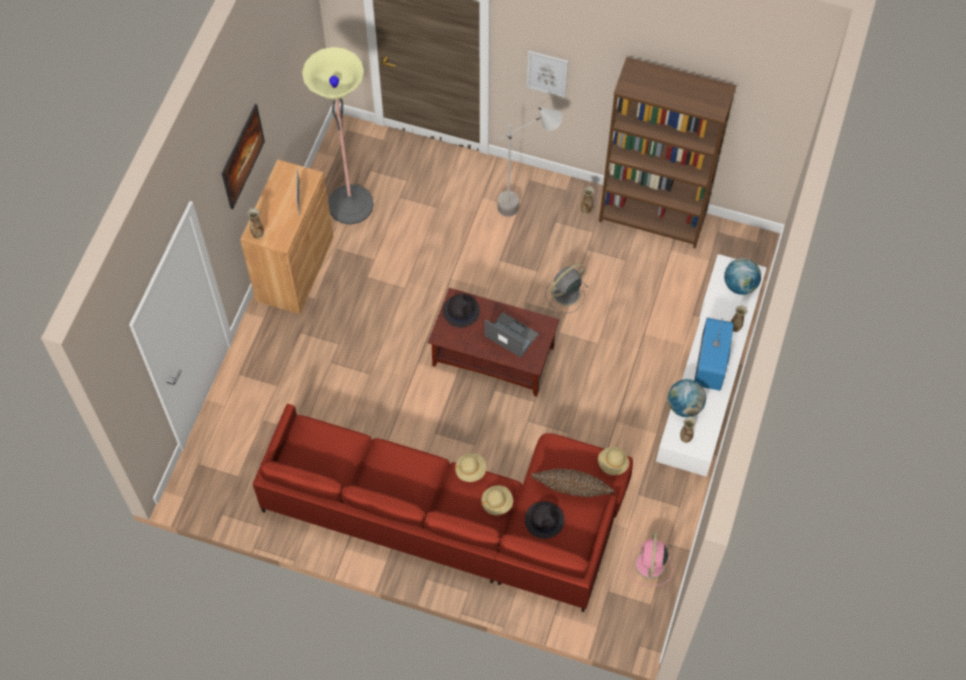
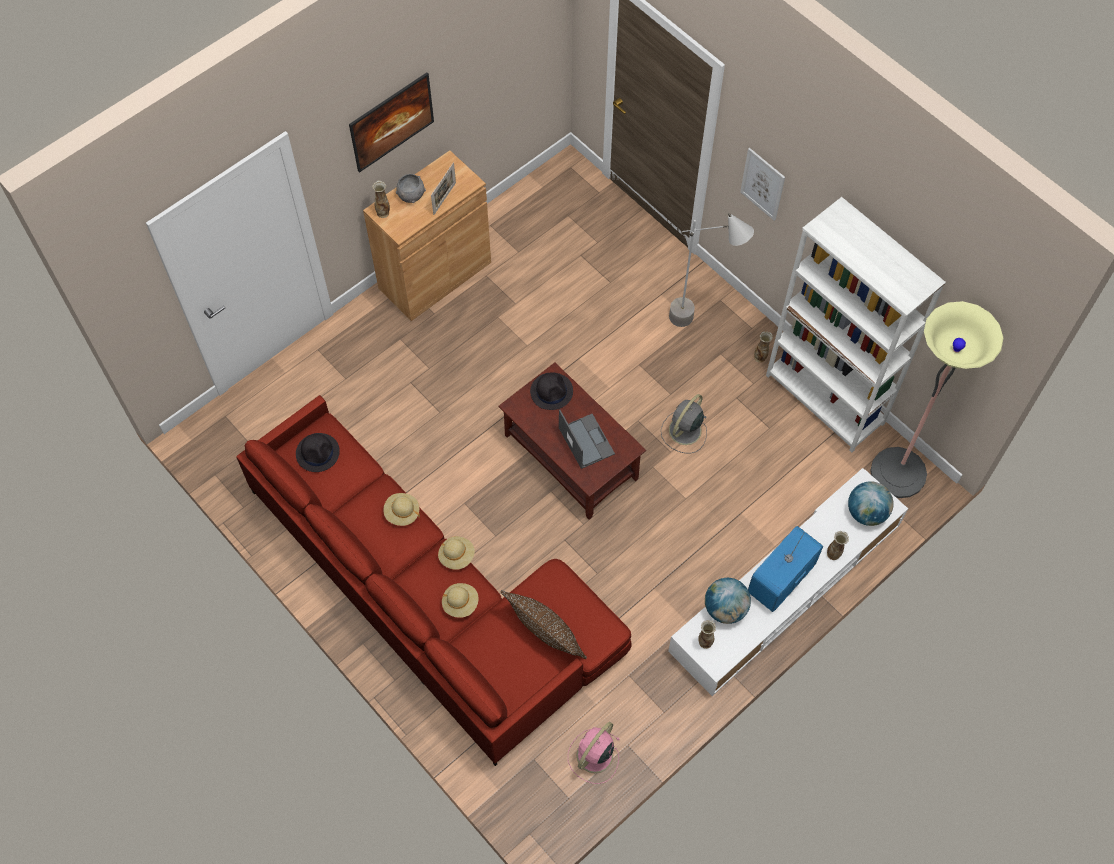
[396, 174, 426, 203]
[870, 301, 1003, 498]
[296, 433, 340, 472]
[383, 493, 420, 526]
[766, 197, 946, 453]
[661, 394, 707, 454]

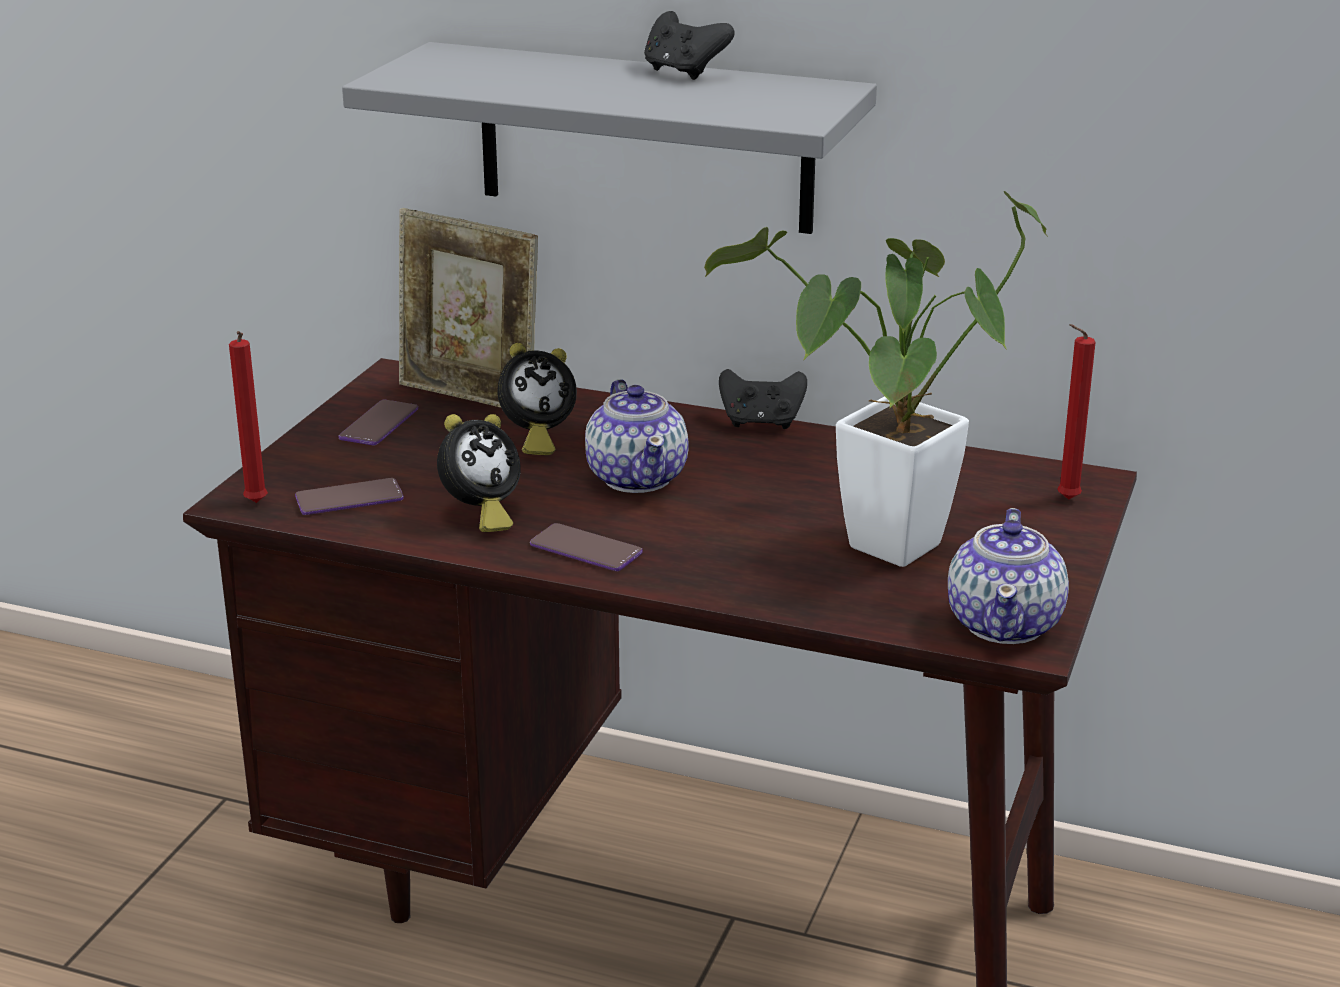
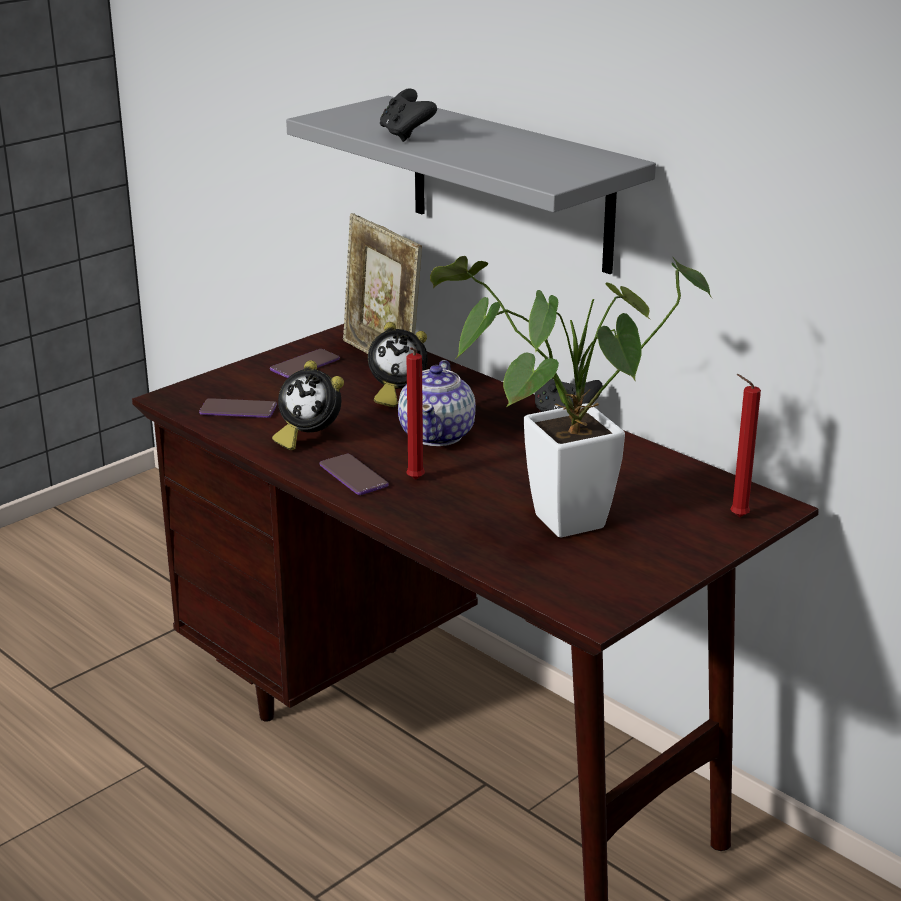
[948, 508, 1069, 644] (first image)
[407, 347, 425, 480]
[380, 89, 437, 142]
[272, 360, 344, 450]

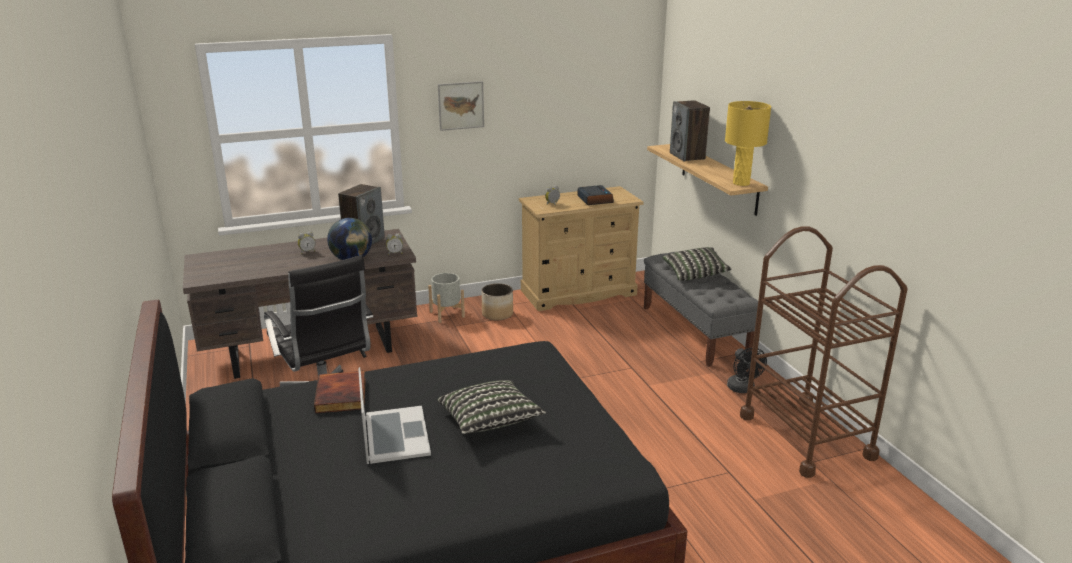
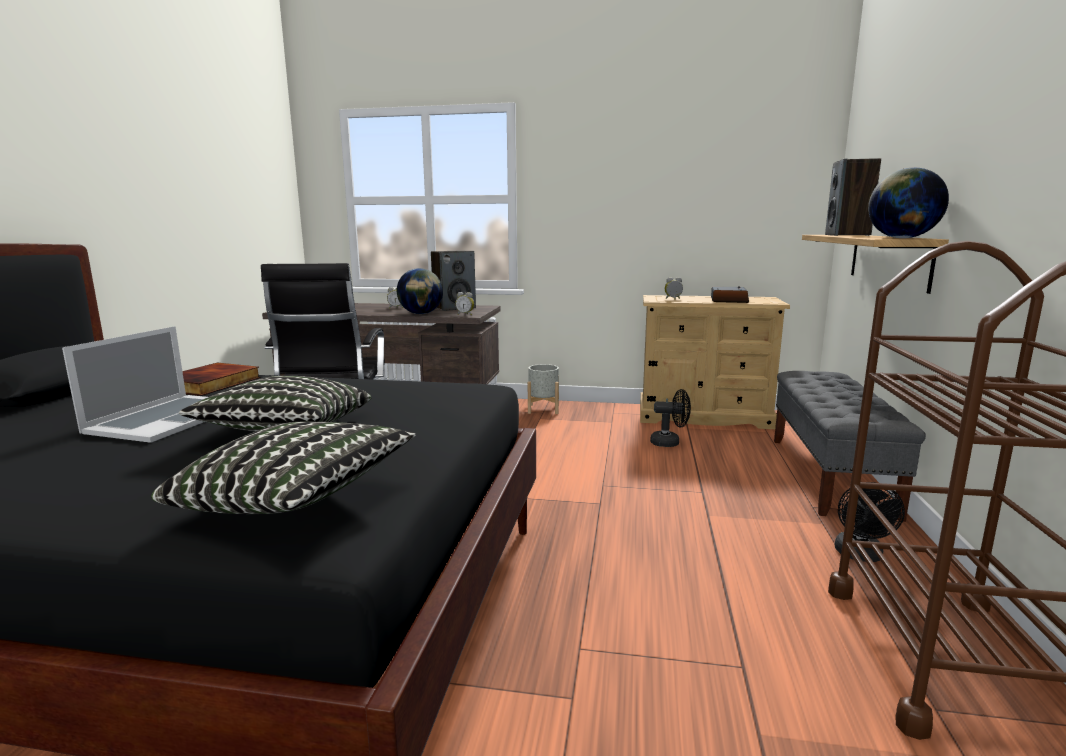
[438, 81, 484, 131] (first image)
[482, 283, 513, 320] (first image)
[650, 389, 691, 447]
[151, 422, 416, 514]
[868, 168, 949, 238]

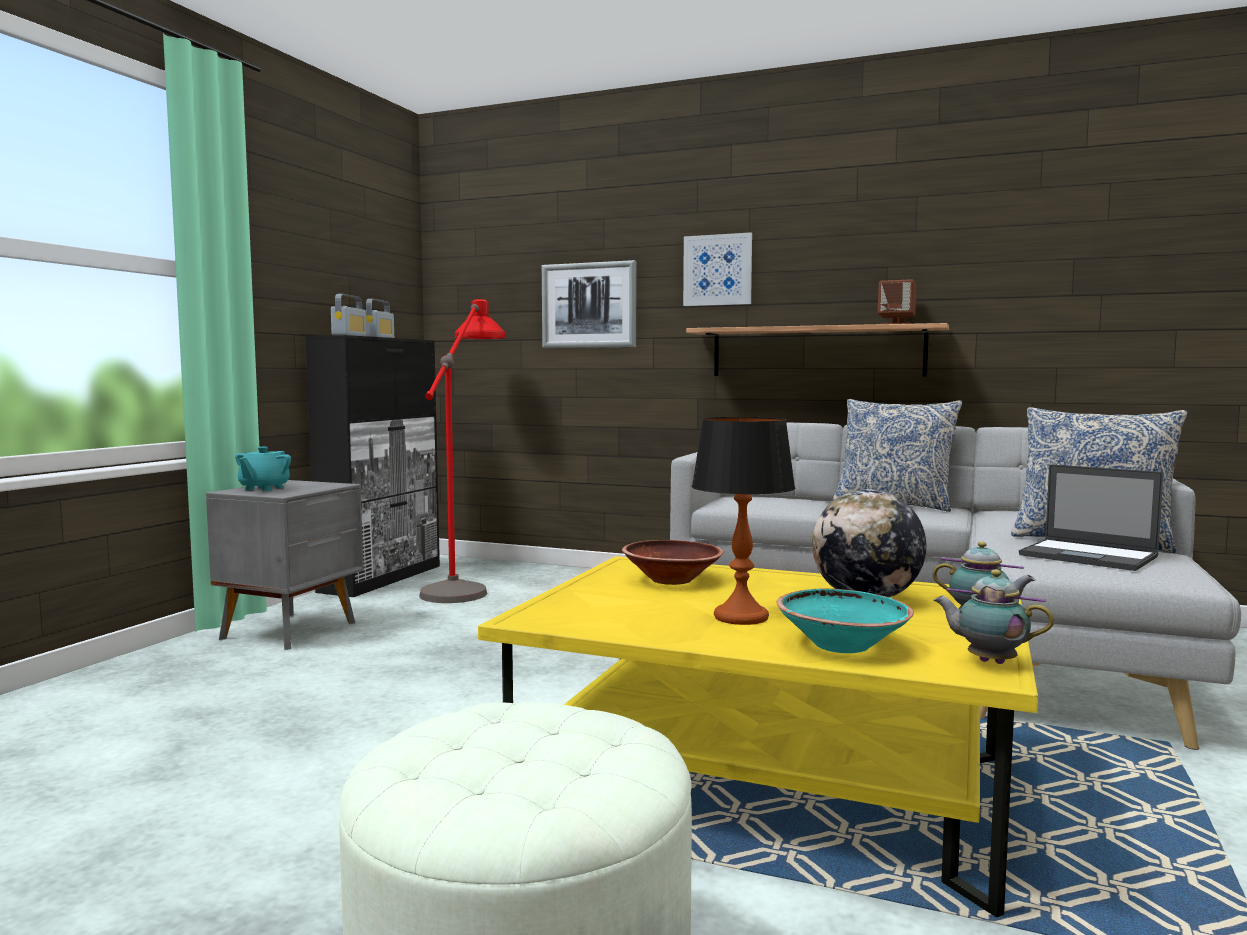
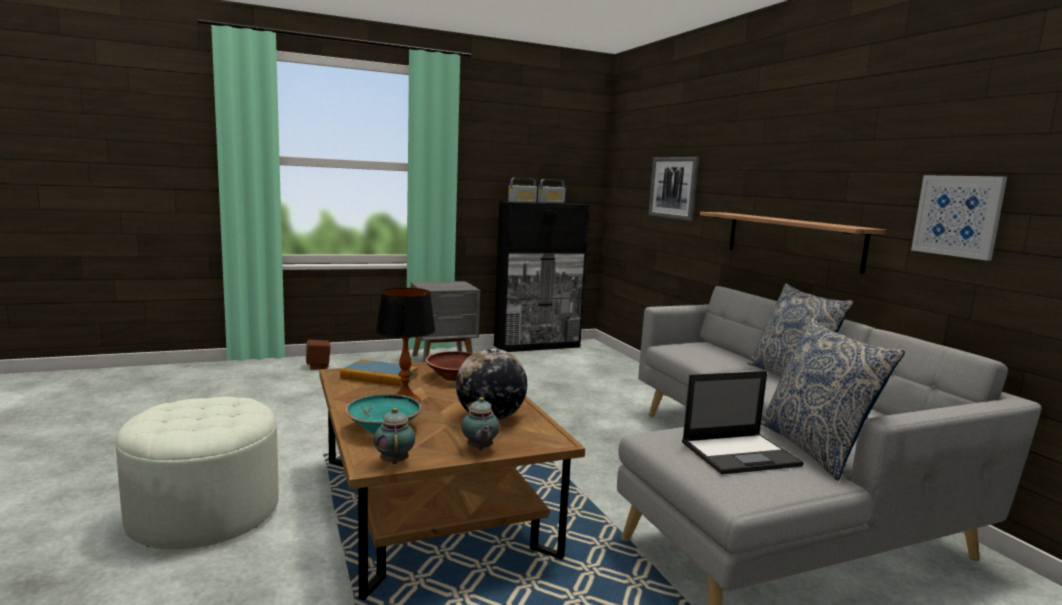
[235, 447, 291, 491] (first image)
[419, 299, 506, 603] (first image)
[340, 360, 418, 386]
[911, 175, 1007, 261]
[306, 340, 330, 370]
[320, 362, 585, 600]
[682, 371, 804, 474]

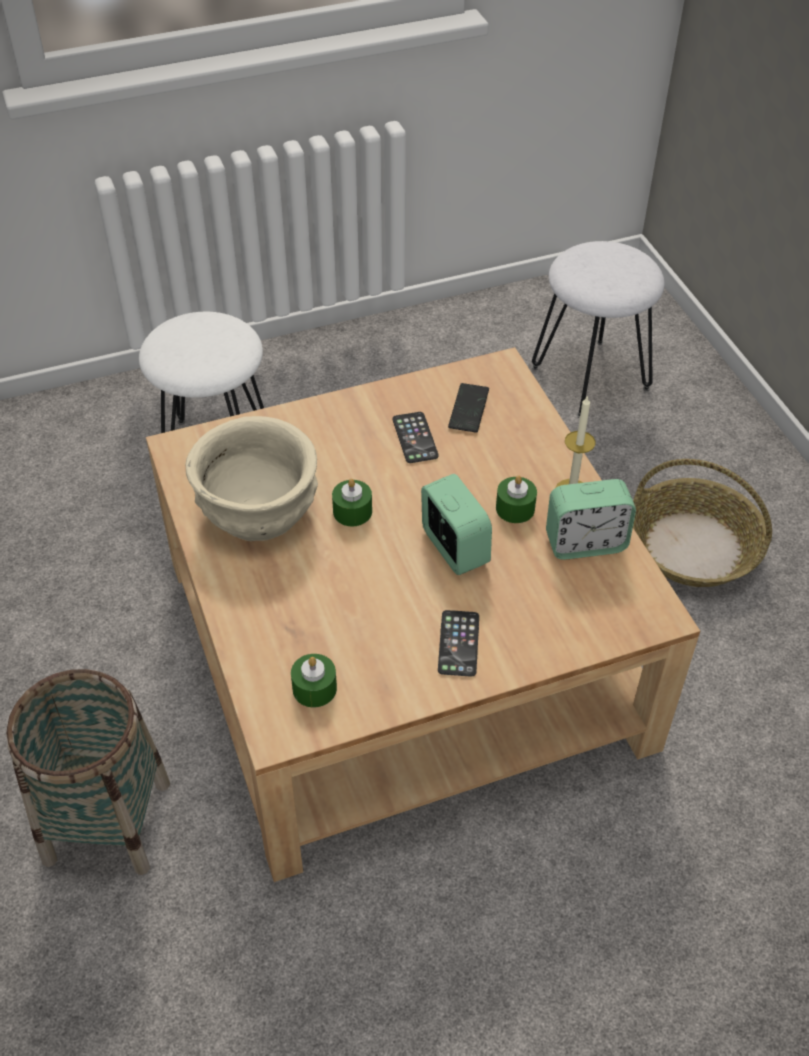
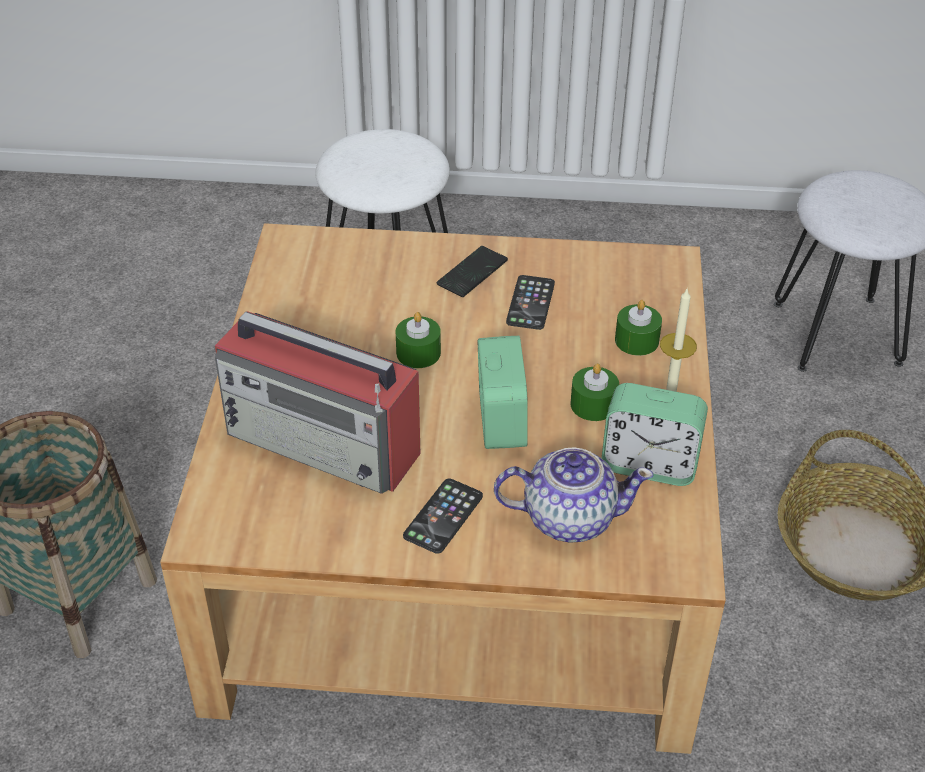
[185, 416, 318, 541] (first image)
[215, 311, 420, 494]
[494, 447, 654, 543]
[615, 300, 662, 356]
[437, 246, 508, 297]

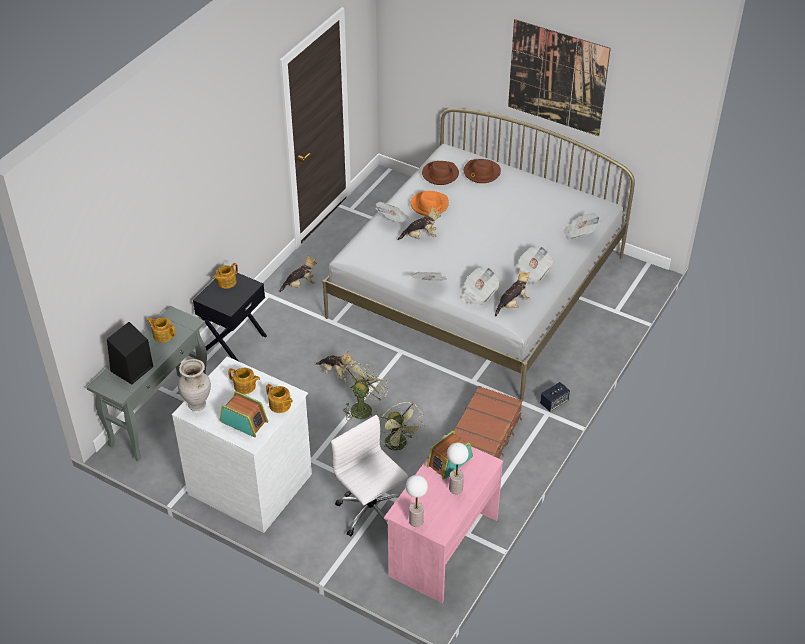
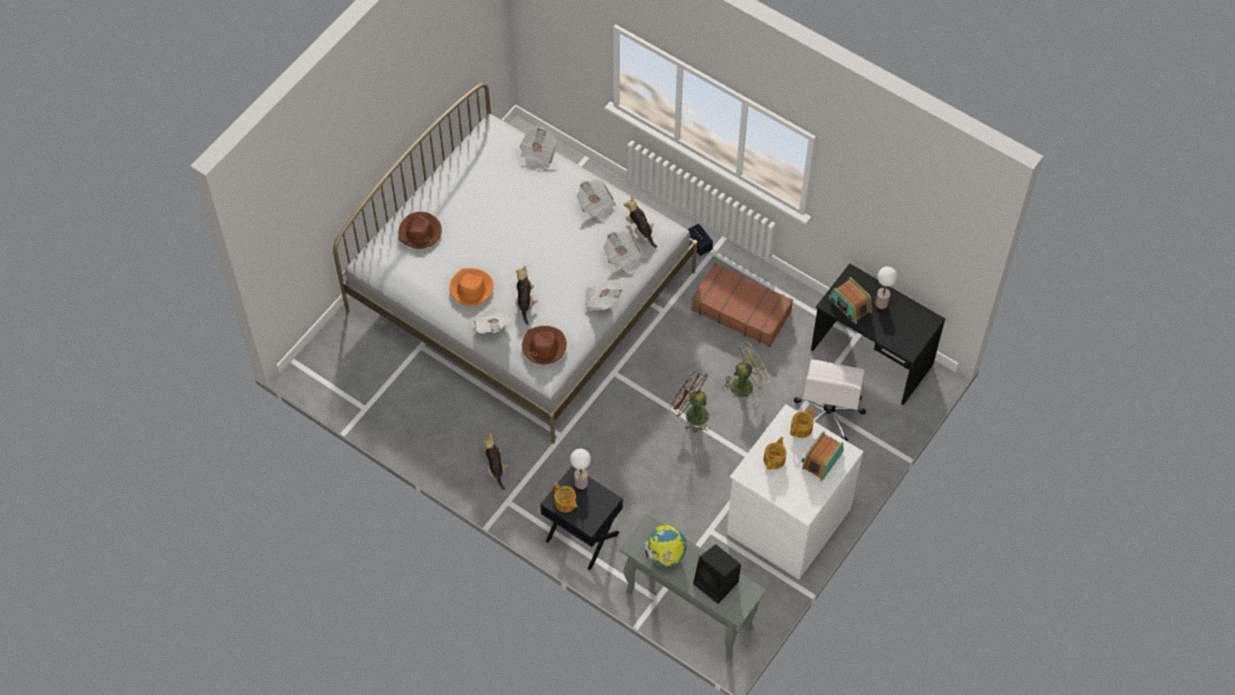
[178, 359, 211, 411] (first image)
[316, 351, 355, 380] (first image)
[508, 19, 611, 136] (first image)
[570, 449, 591, 489]
[522, 326, 567, 365]
[645, 524, 687, 566]
[670, 370, 710, 433]
[811, 263, 945, 405]
[794, 360, 866, 442]

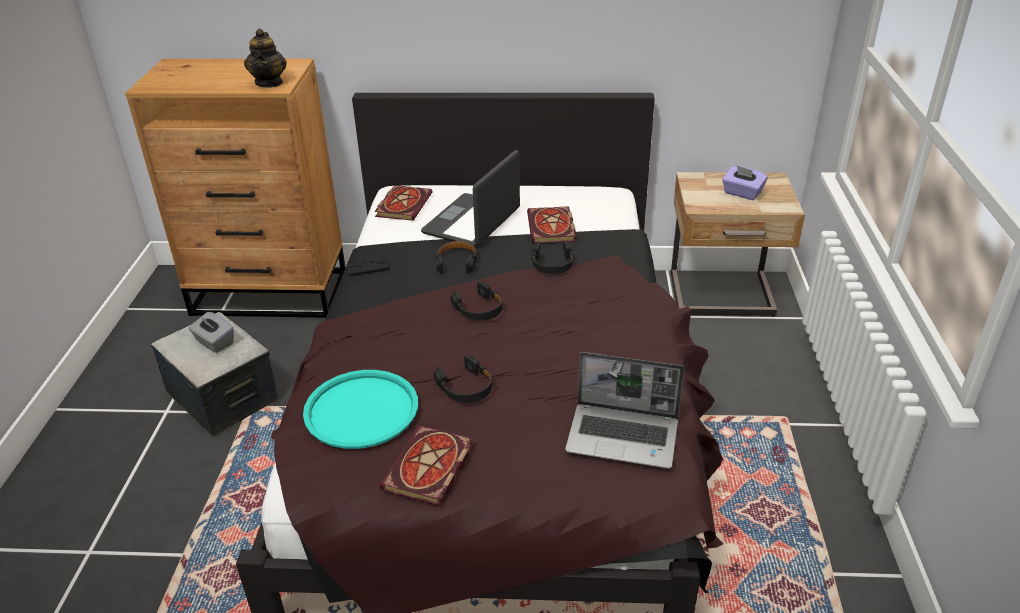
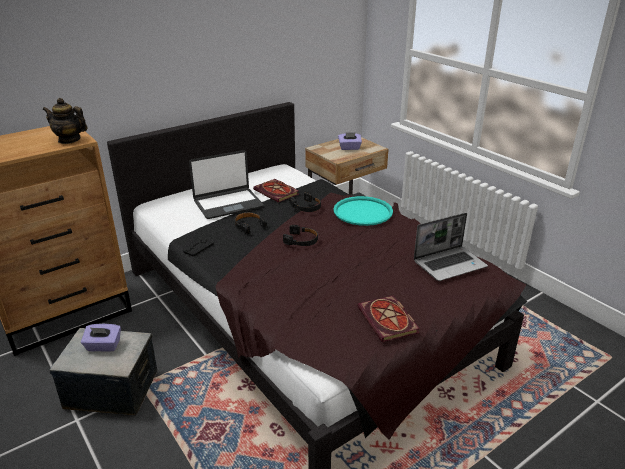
[374, 185, 432, 221] (first image)
[434, 355, 492, 403] (first image)
[333, 196, 393, 226]
[81, 324, 121, 352]
[43, 98, 88, 144]
[189, 150, 264, 219]

